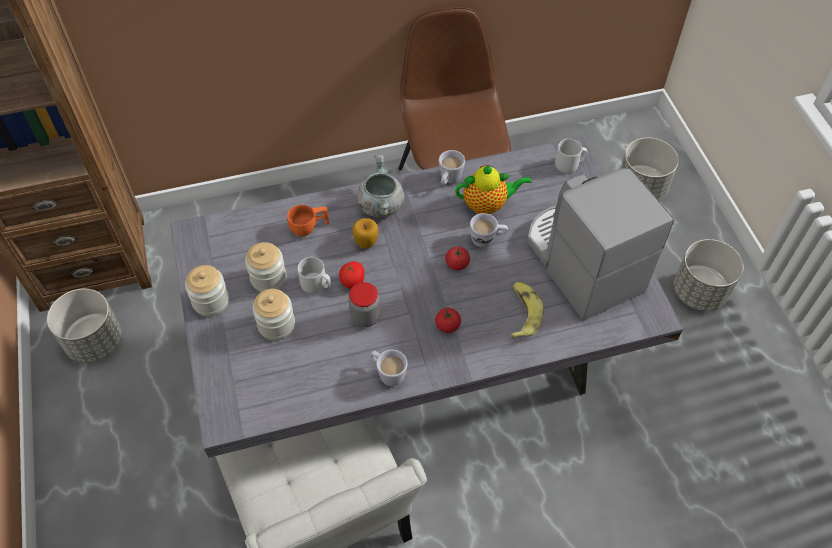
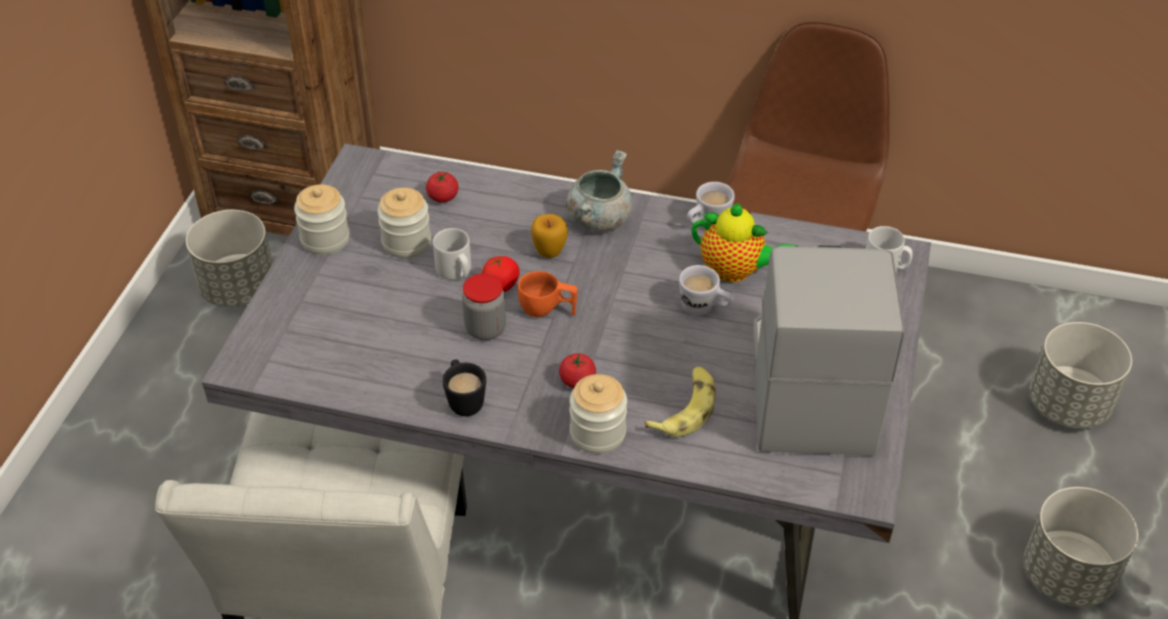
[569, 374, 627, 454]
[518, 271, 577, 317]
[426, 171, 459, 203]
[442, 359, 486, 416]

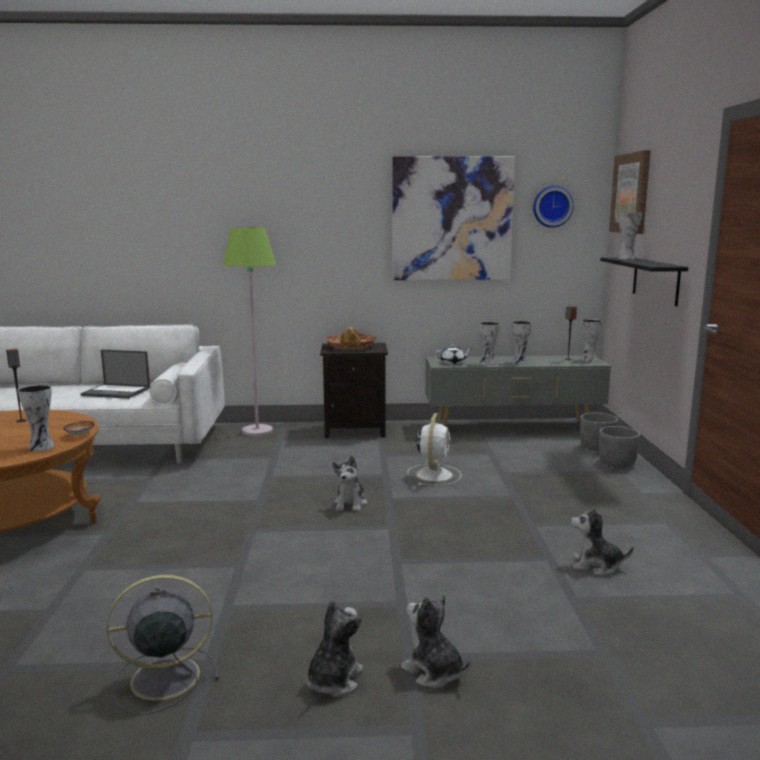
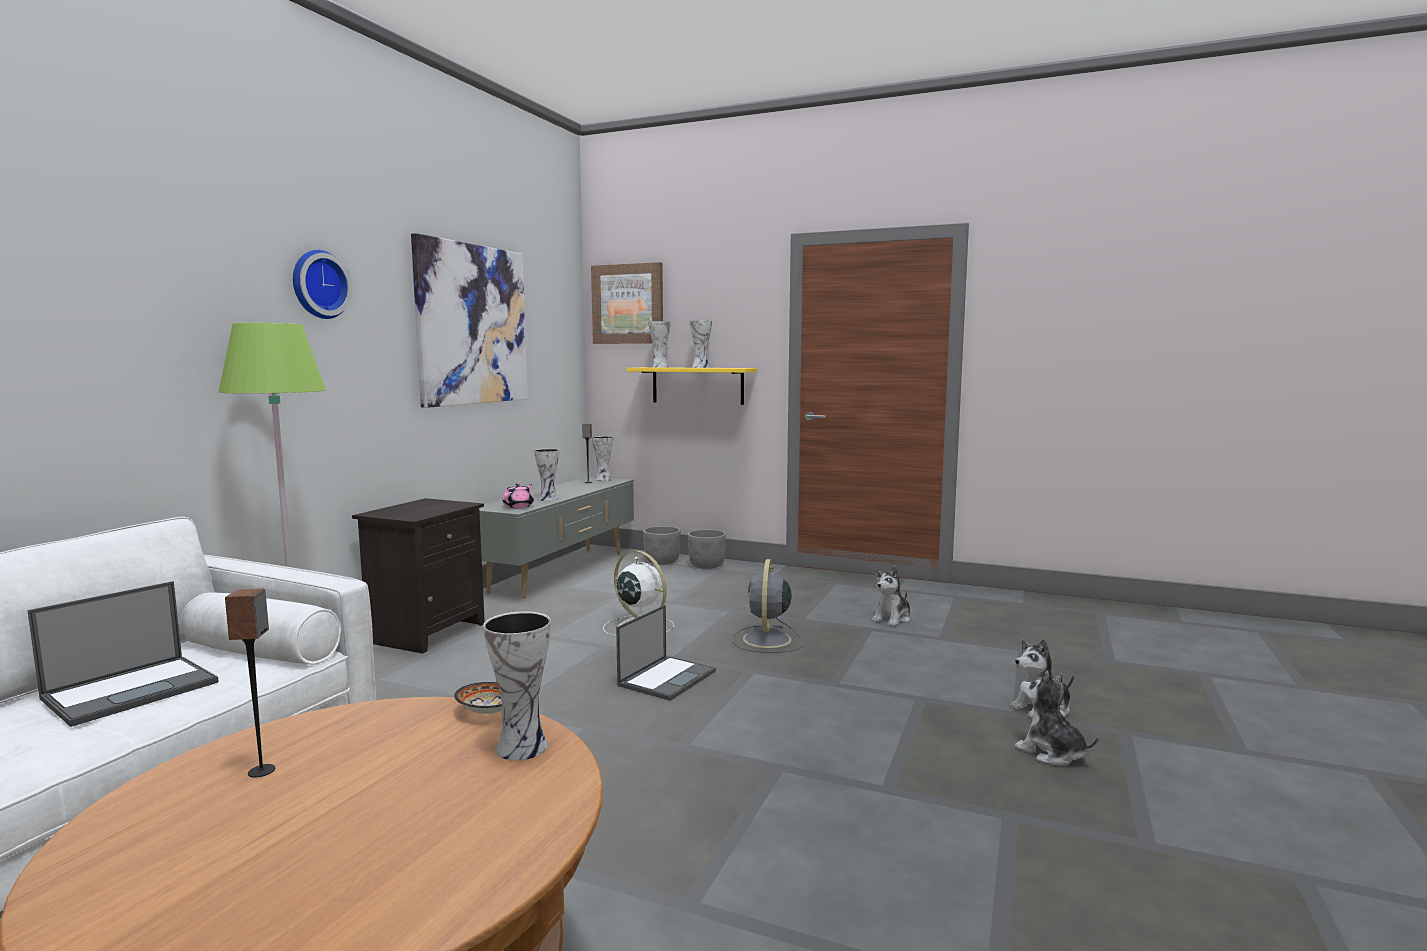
[325, 327, 376, 349] (first image)
[732, 559, 803, 653]
[690, 321, 712, 368]
[293, 250, 352, 319]
[616, 605, 716, 701]
[502, 483, 534, 508]
[627, 367, 757, 405]

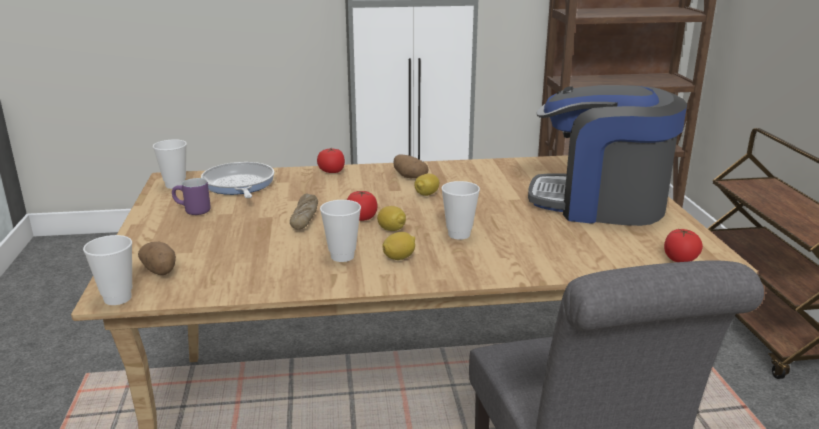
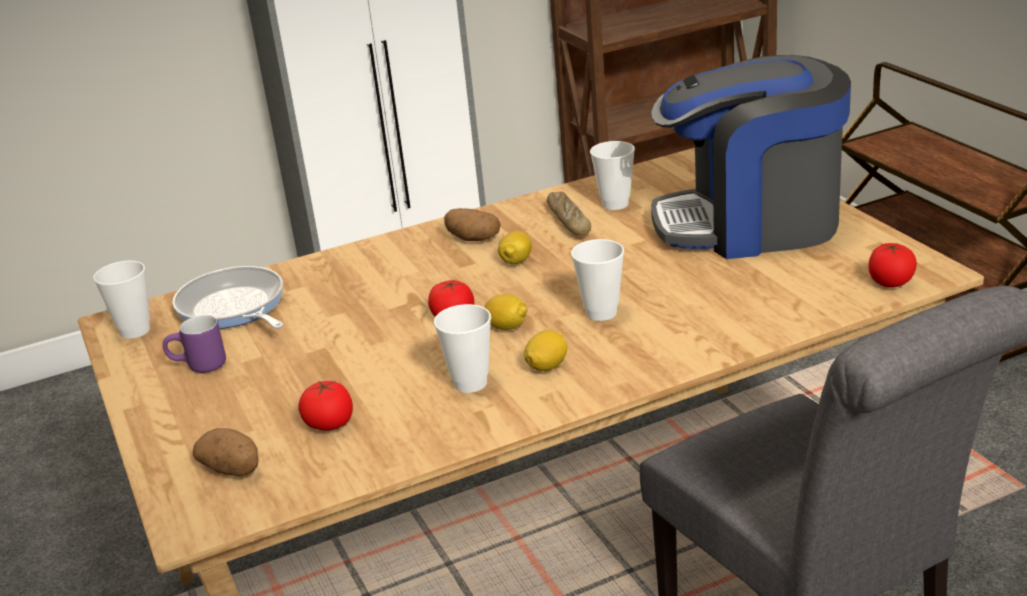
[590, 141, 635, 210]
[547, 192, 591, 236]
[299, 381, 353, 431]

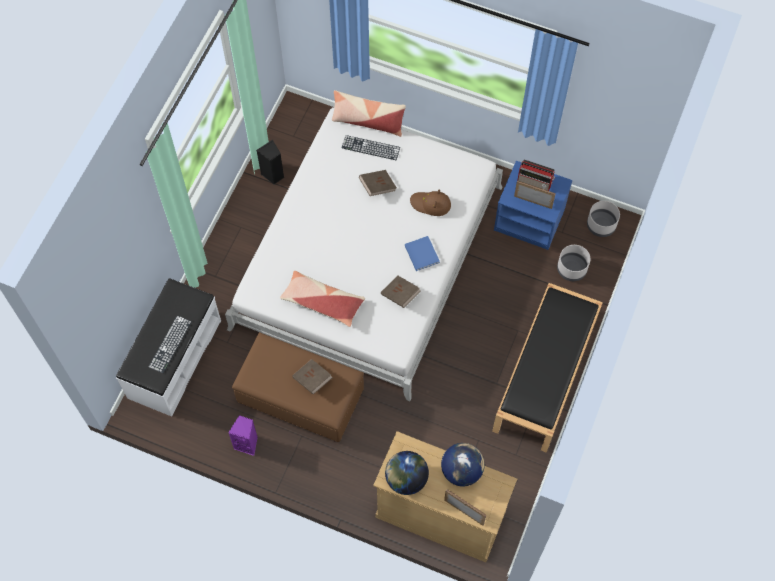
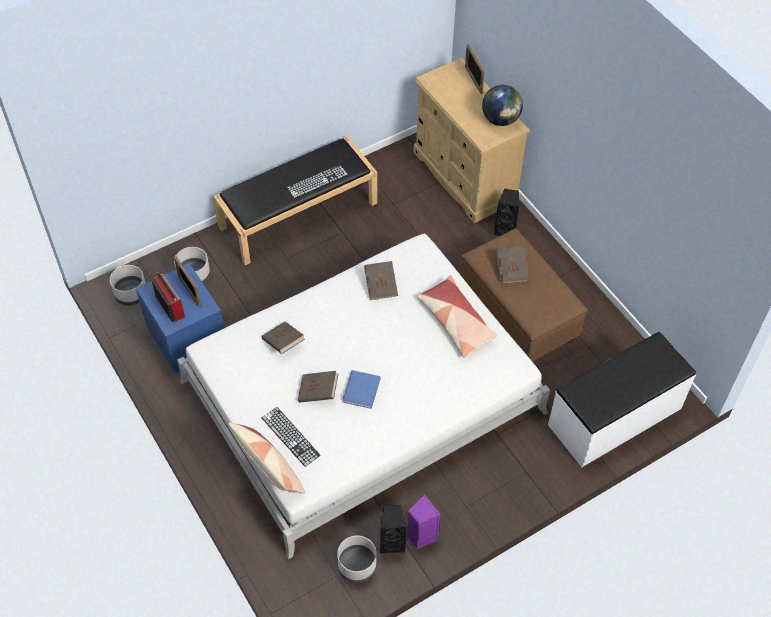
[441, 443, 485, 487] (first image)
[337, 536, 376, 583]
[494, 189, 520, 236]
[286, 164, 348, 199]
[407, 495, 441, 549]
[342, 370, 381, 409]
[262, 321, 305, 354]

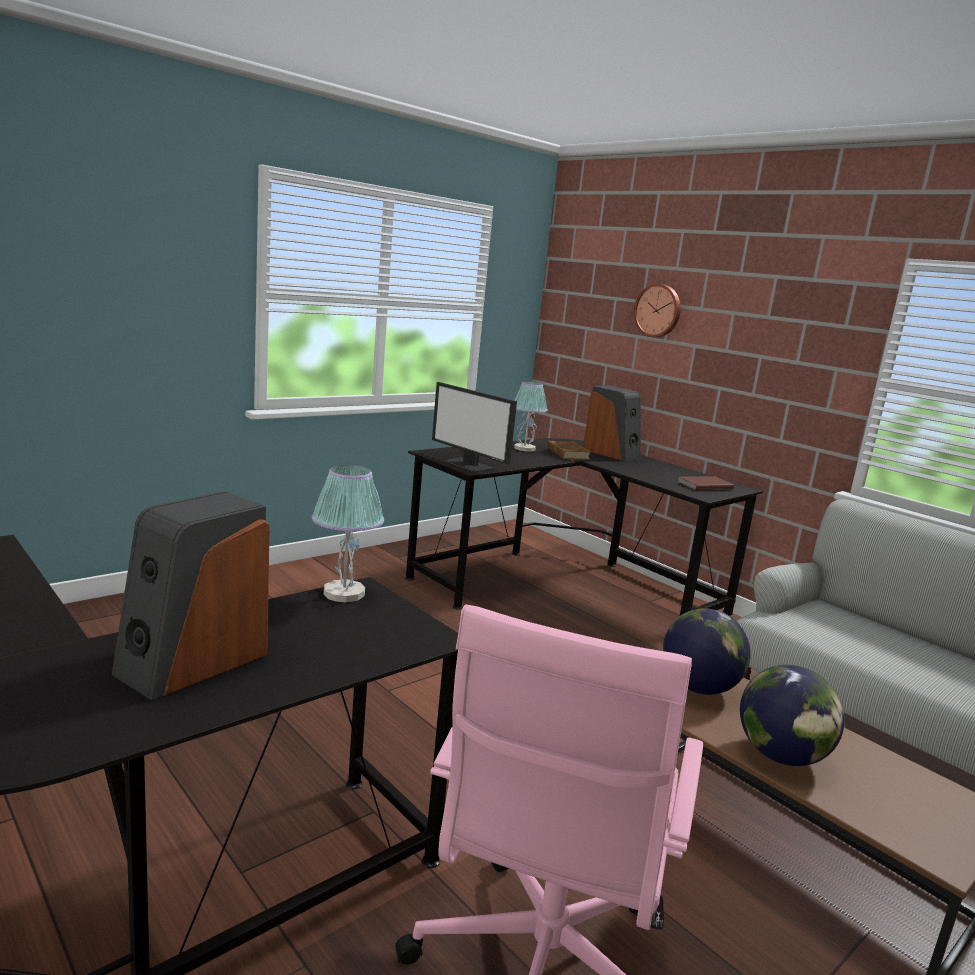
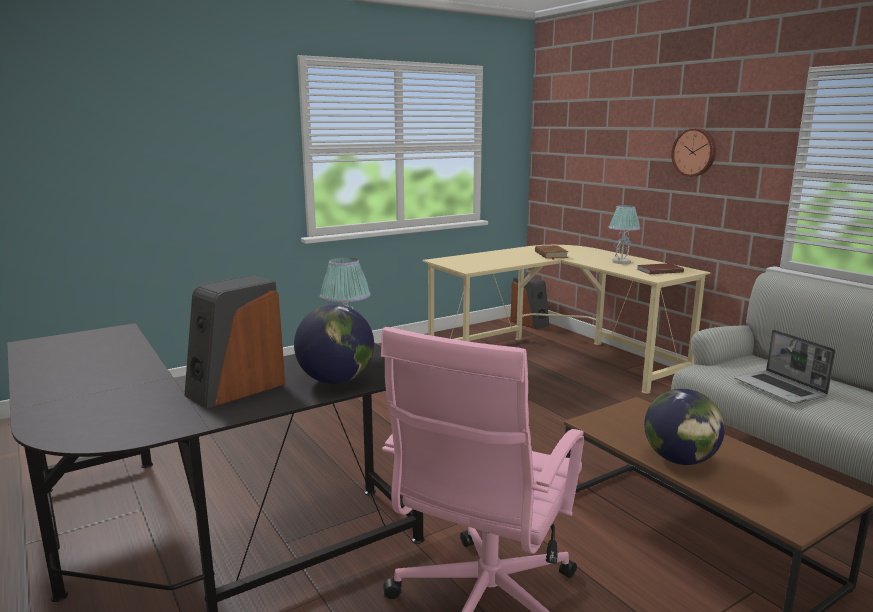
[432, 382, 517, 473] (first image)
[734, 329, 836, 404]
[609, 205, 640, 264]
[510, 275, 549, 329]
[671, 128, 716, 177]
[294, 305, 374, 384]
[423, 245, 711, 394]

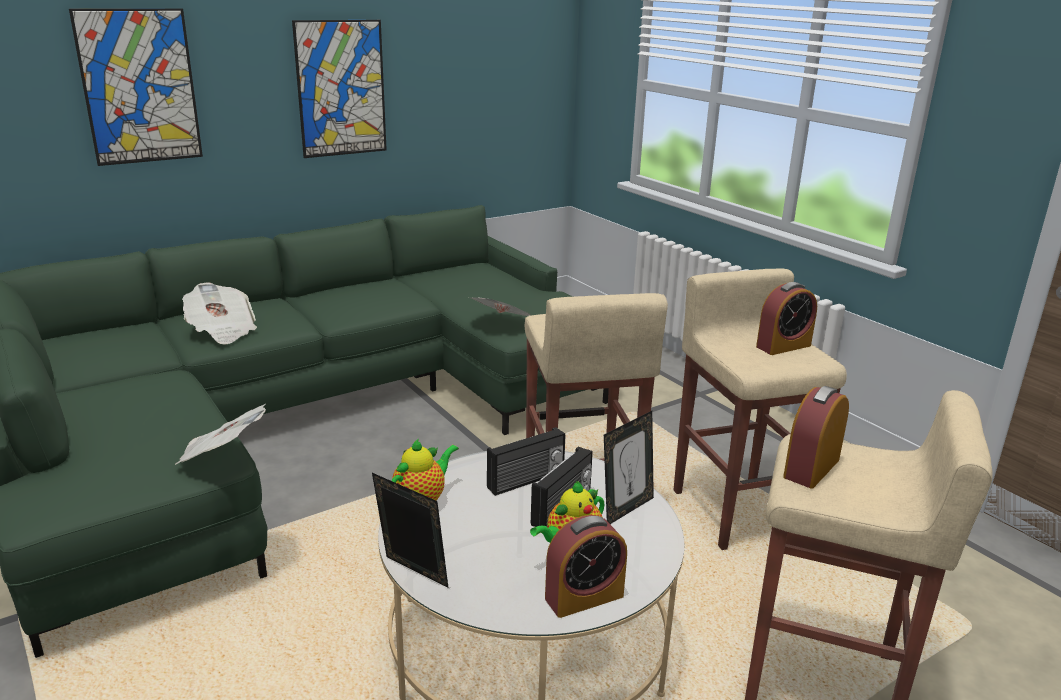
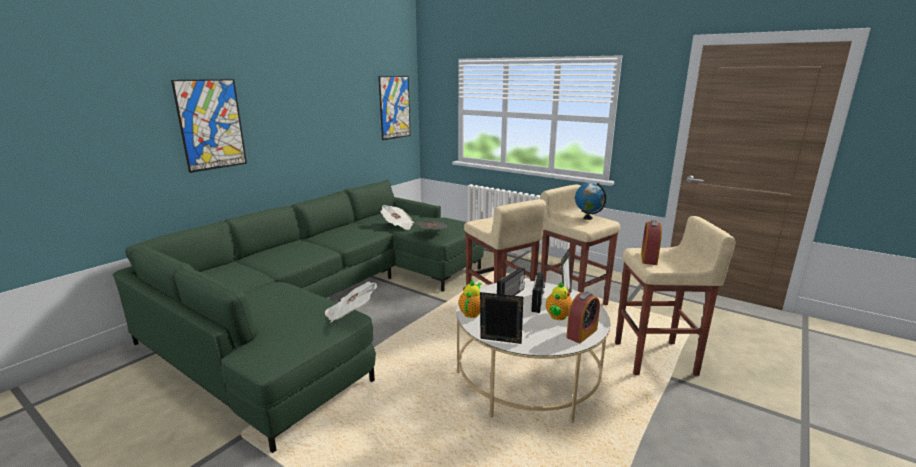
[381, 205, 414, 230]
[379, 76, 411, 140]
[575, 183, 606, 220]

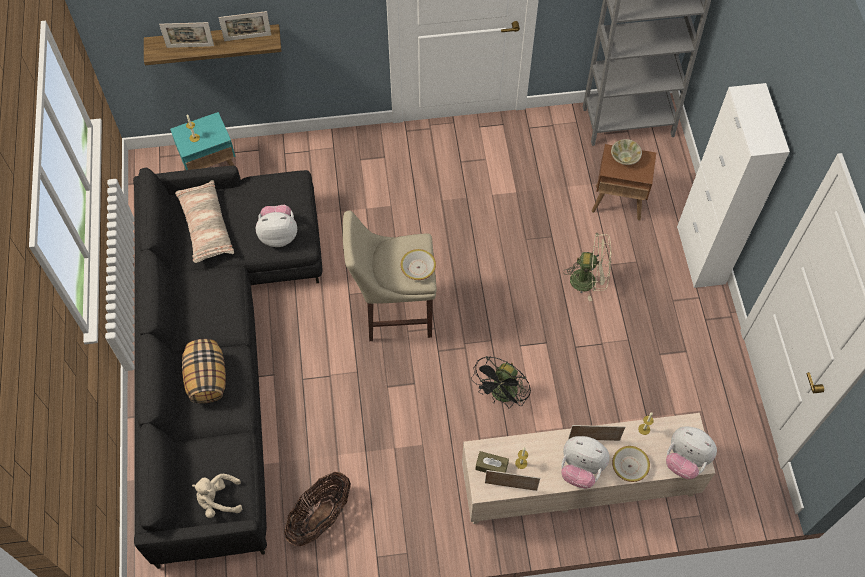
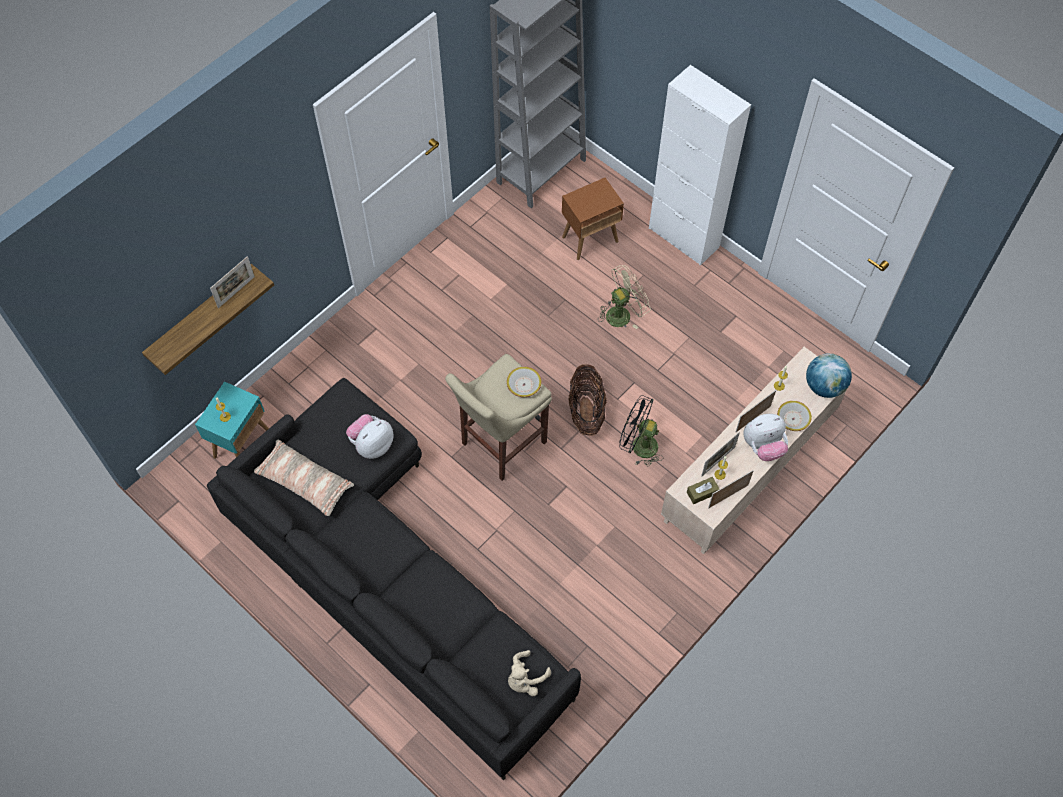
[182, 339, 226, 404] (first image)
[611, 139, 642, 165] (first image)
[701, 432, 740, 477]
[568, 364, 606, 436]
[806, 353, 852, 398]
[620, 395, 663, 467]

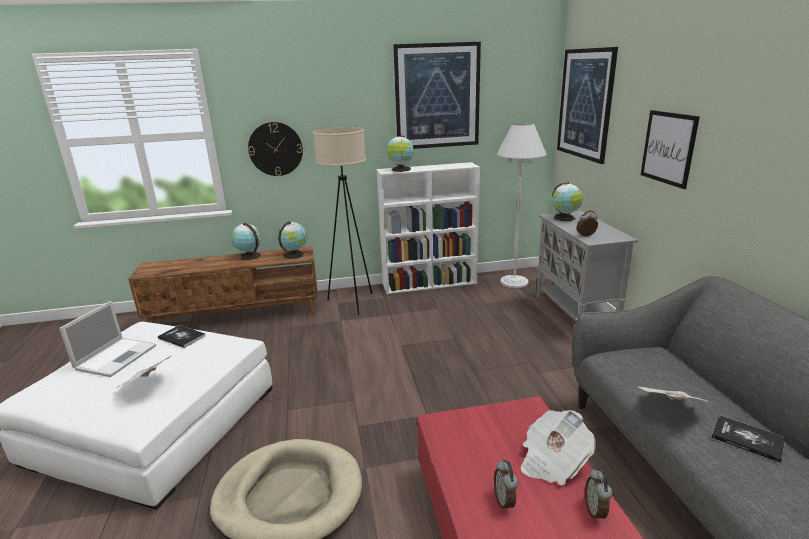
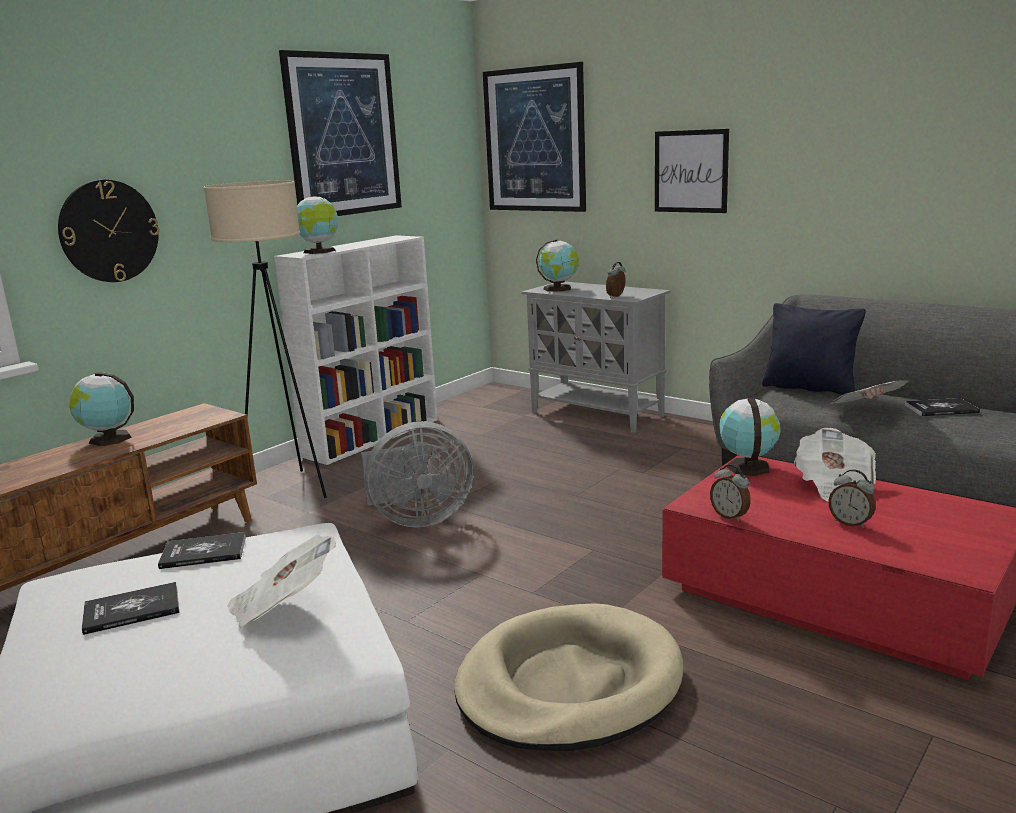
[497, 123, 547, 288] (first image)
[361, 421, 473, 527]
[762, 303, 866, 395]
[719, 398, 781, 476]
[710, 464, 751, 522]
[82, 582, 179, 635]

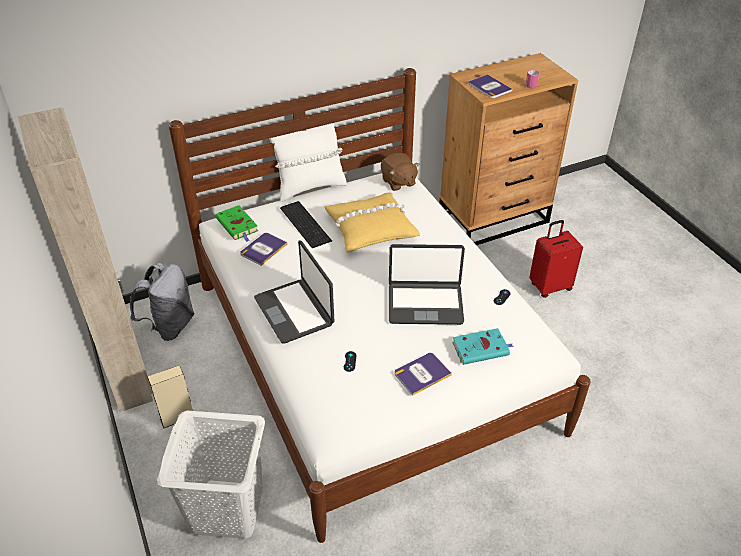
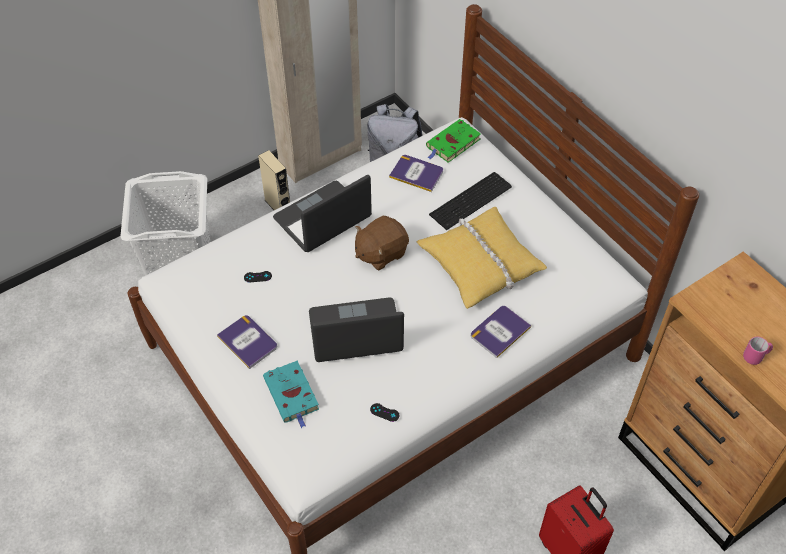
[269, 123, 346, 202] (first image)
[355, 216, 409, 270]
[471, 306, 531, 358]
[309, 297, 404, 362]

